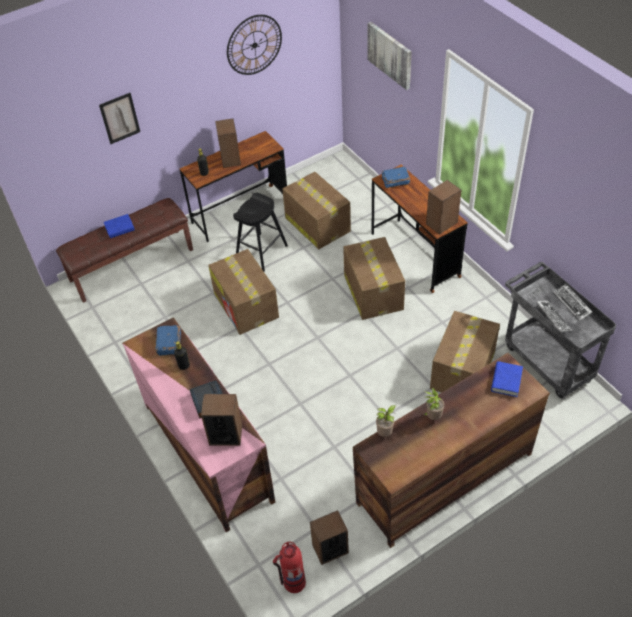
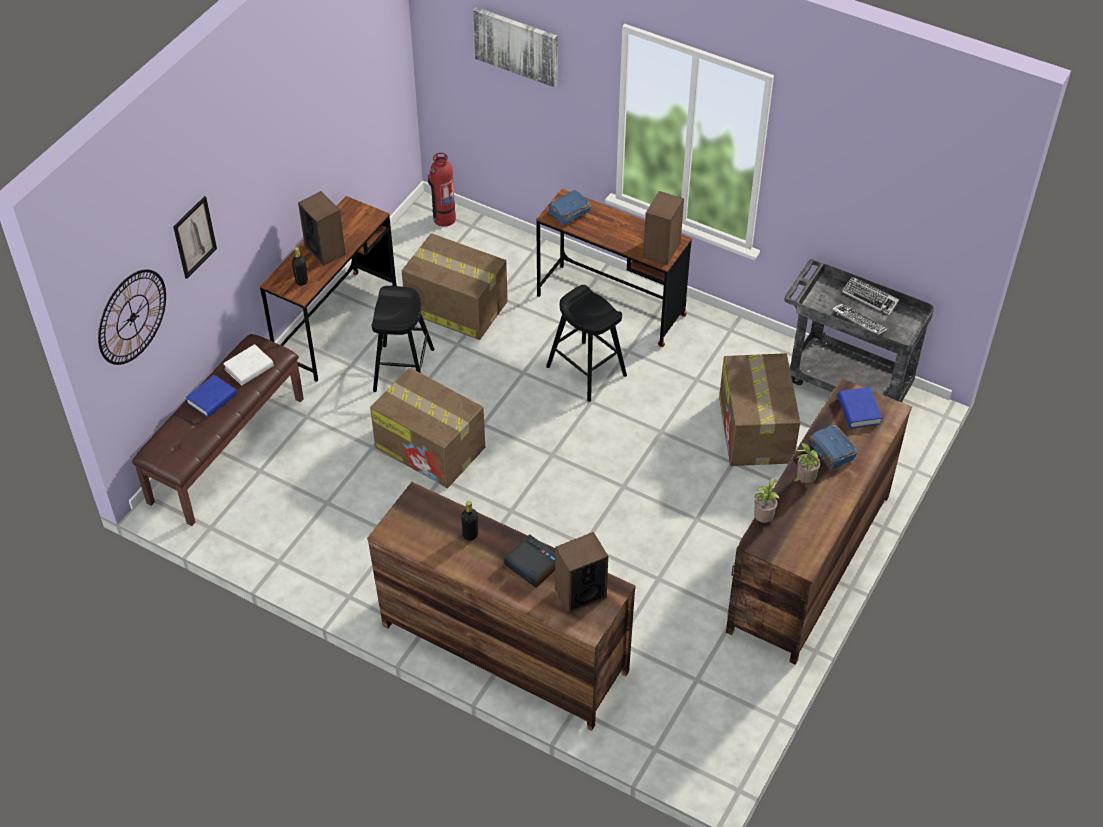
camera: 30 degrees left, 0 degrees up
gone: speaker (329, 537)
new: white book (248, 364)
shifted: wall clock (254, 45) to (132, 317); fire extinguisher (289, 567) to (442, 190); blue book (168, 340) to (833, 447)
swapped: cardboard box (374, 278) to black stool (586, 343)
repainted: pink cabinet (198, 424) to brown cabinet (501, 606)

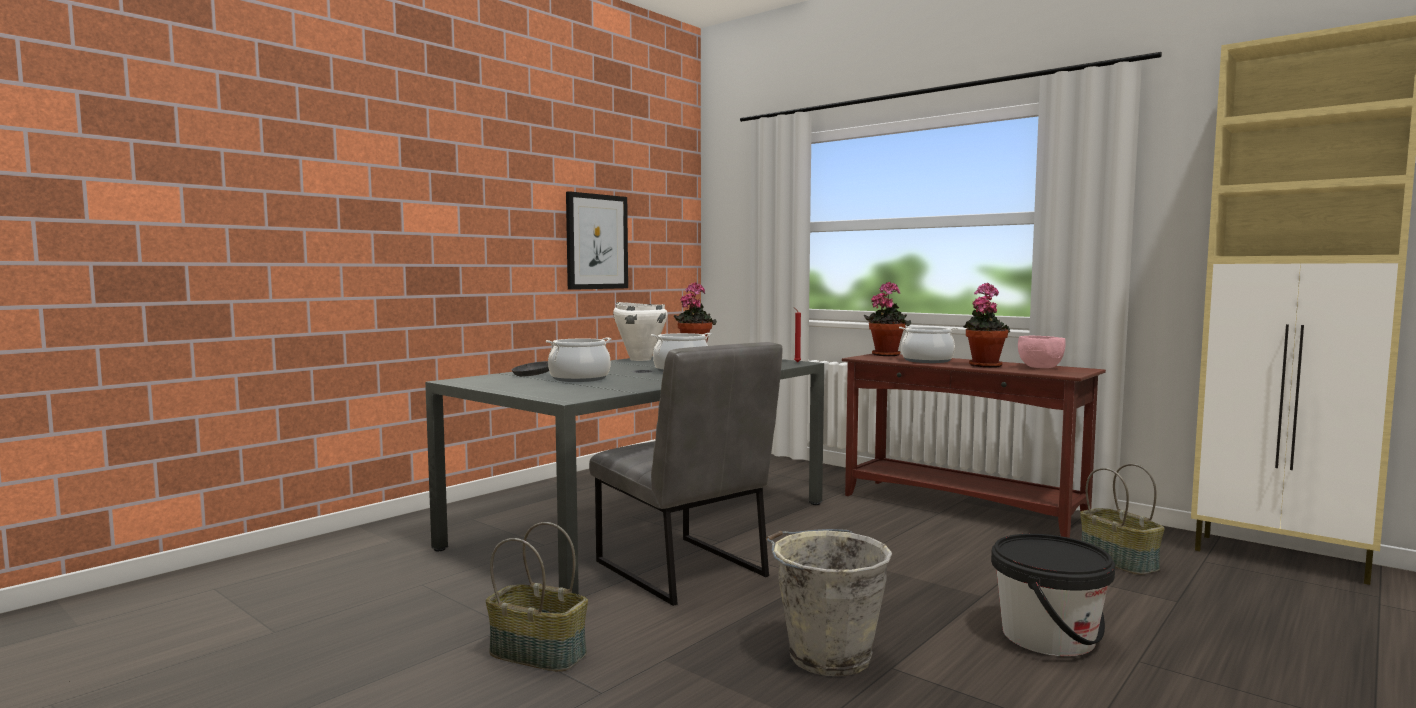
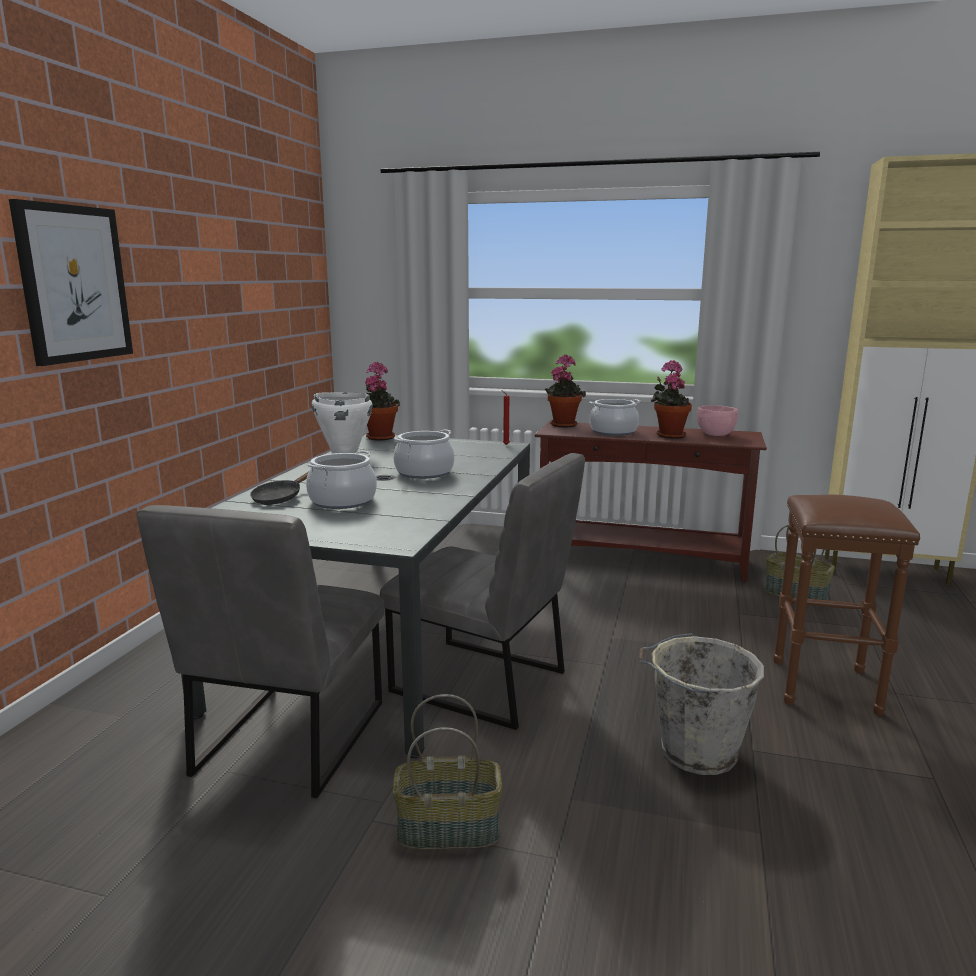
camera: 25 degrees left, 10 degrees up
new: grey chair (261, 651)
shifted: picture (597, 240) to (71, 282)
swapped: black bucket (1053, 595) to brown stool (847, 605)

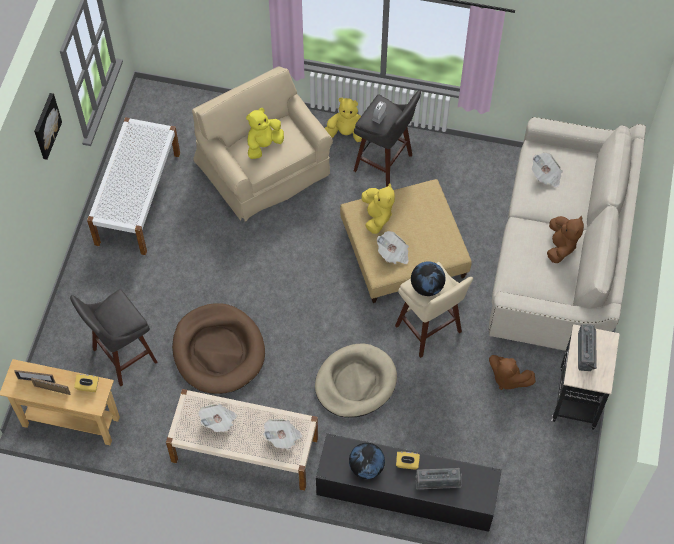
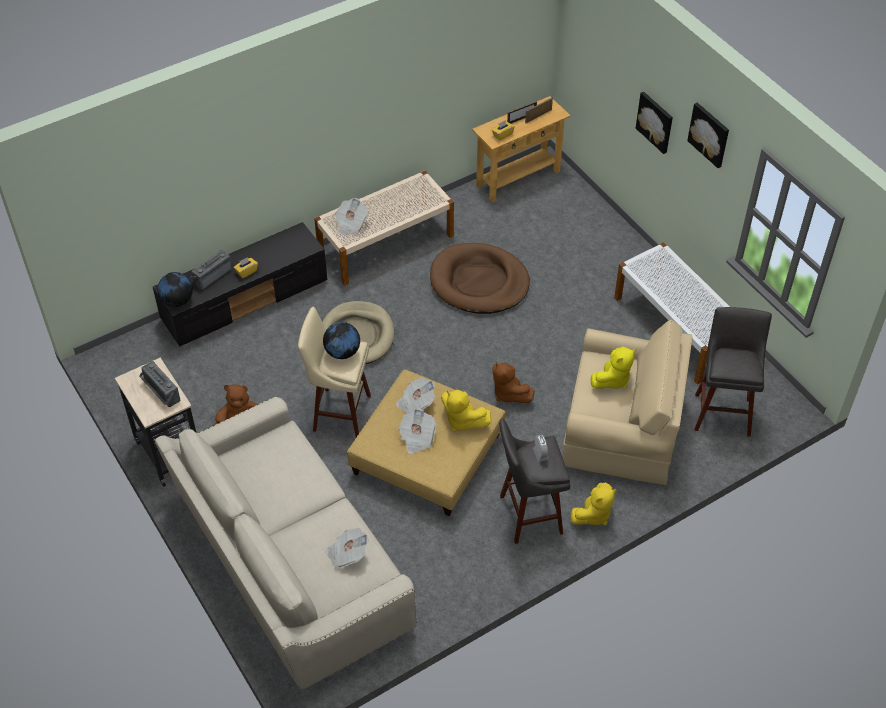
camera: 135 degrees right, 10 degrees down
new: picture (654, 123)
shifted: globe (367, 461) to (175, 289); newspaper (218, 418) to (417, 431); brown plush toy (565, 239) to (513, 382); grey stool (113, 337) to (733, 372)
rotated: yellow plush toy (265, 133) = (613, 368) 45 degrees clockwise

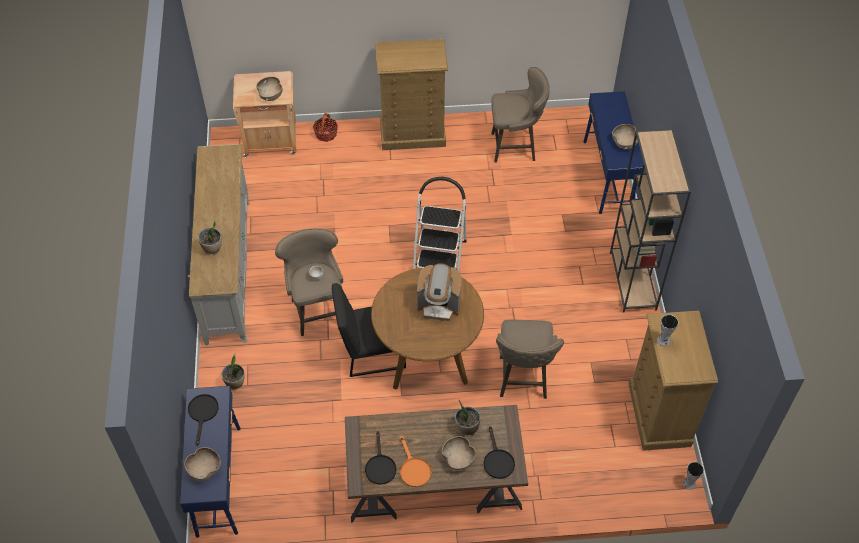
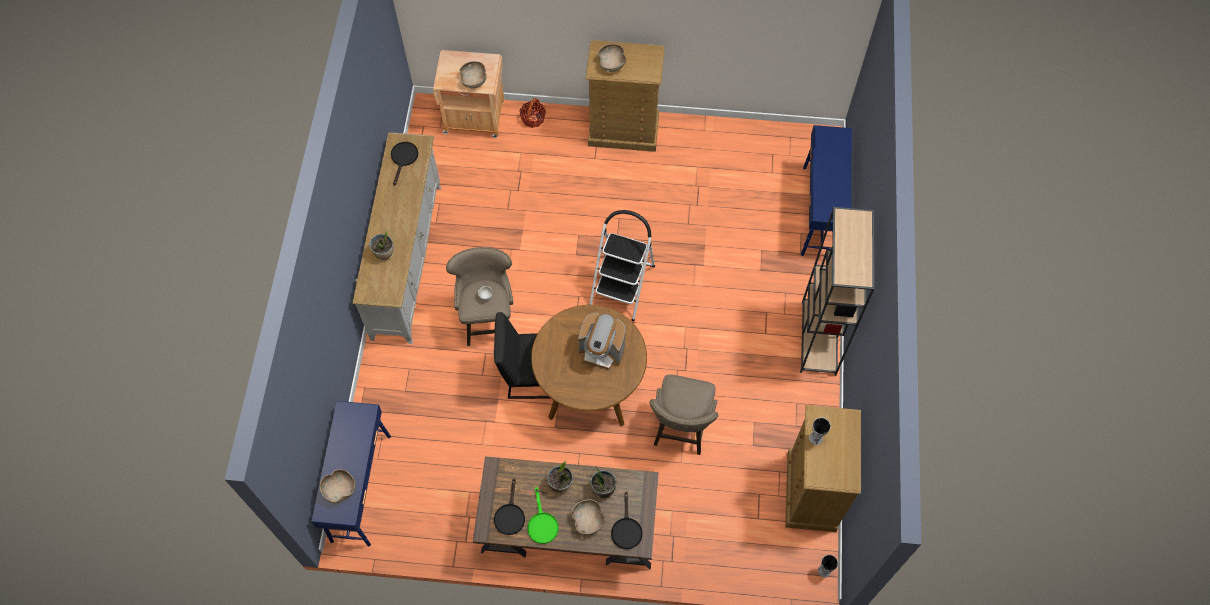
camera: 10 degrees right, 10 degrees up
gone: beige stool (520, 114)
shifted: black frying pan (203, 420) to (404, 164); potted plant (233, 372) to (560, 477); brown bowl (625, 136) to (612, 58)
repainted: orange frying pan (416, 461) to green frying pan (543, 515)

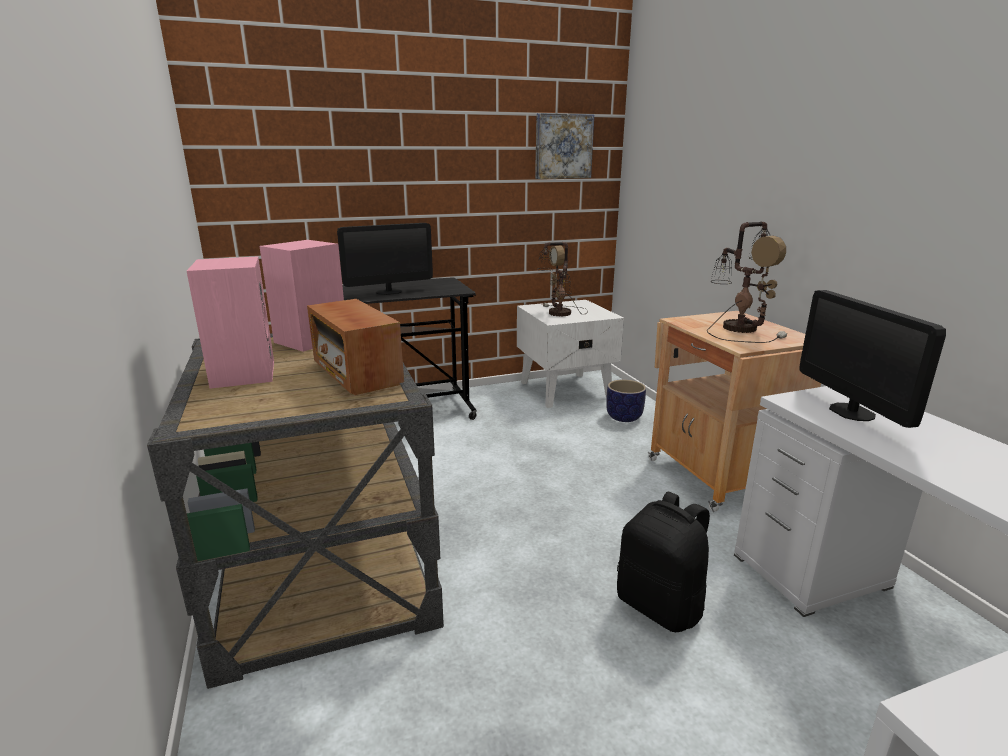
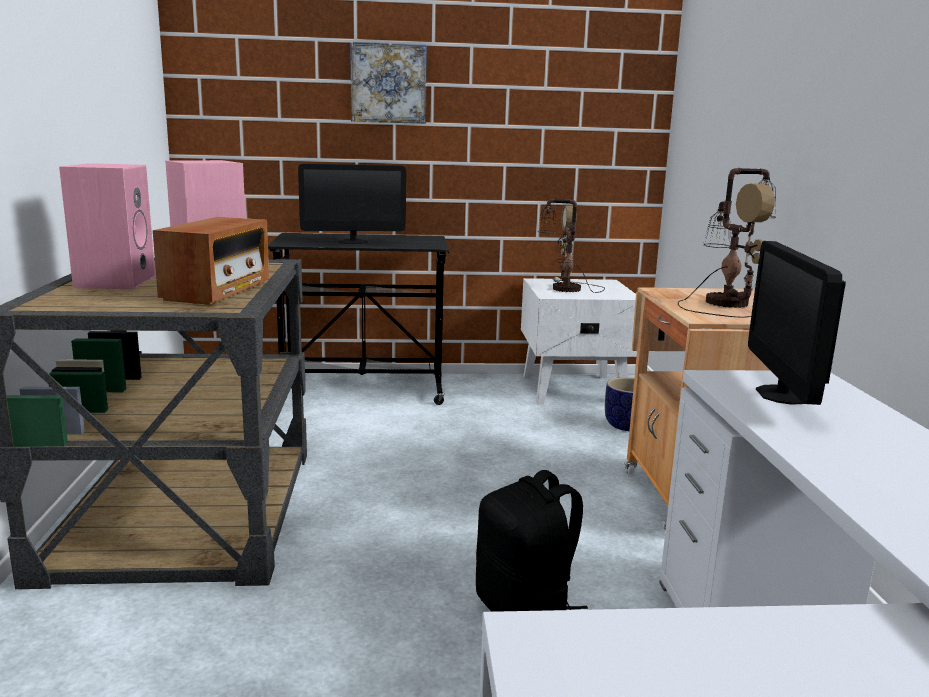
camera: 15 degrees right, 5 degrees down
shifted: picture (564, 146) to (388, 83)
rotated: radio (355, 347) = (211, 261) 150 degrees counterclockwise

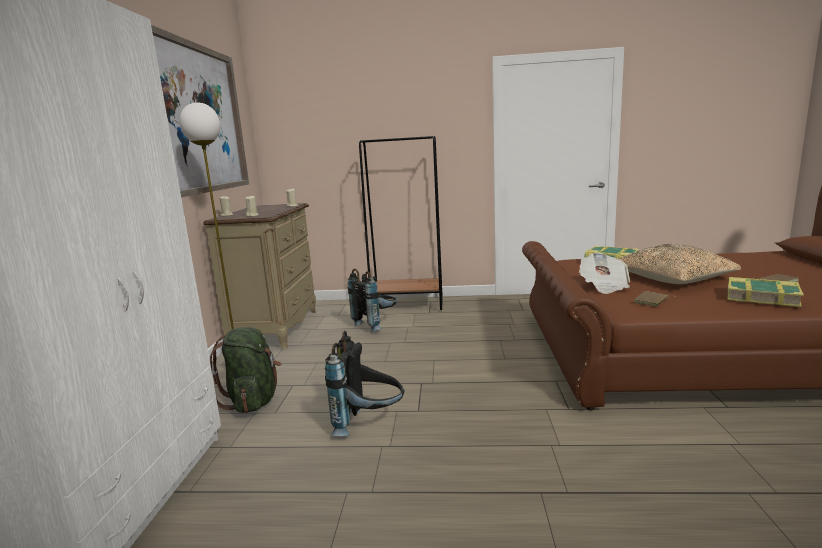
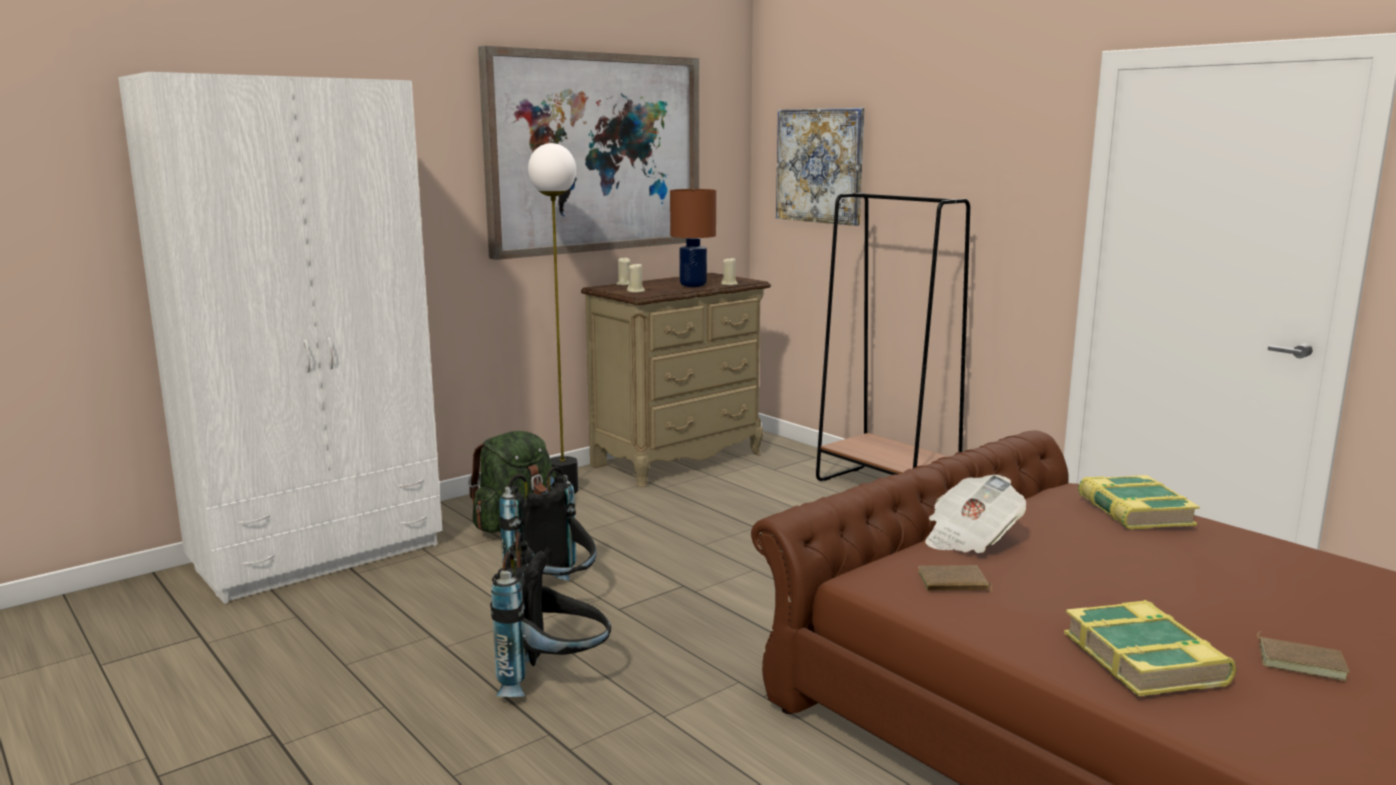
camera: 45 degrees right, 0 degrees up
gone: beige pillow (680, 264)
new: brown table lamp (693, 238); picture (820, 167)
shifted: black backpack (372, 300) to (550, 614)

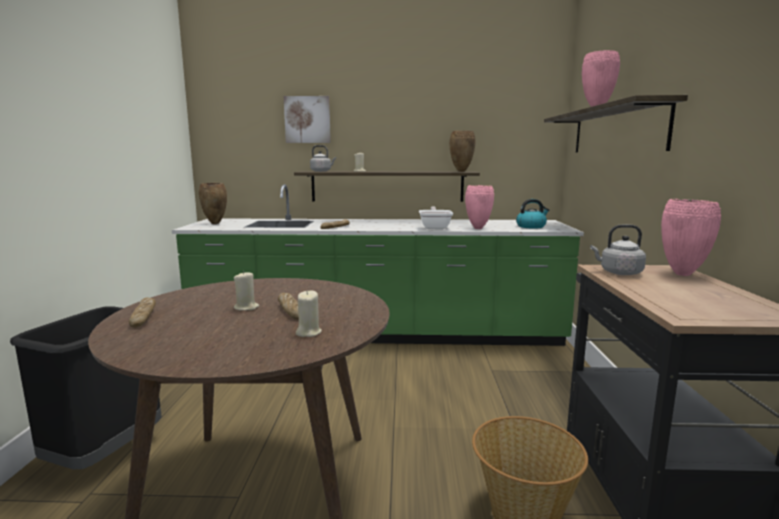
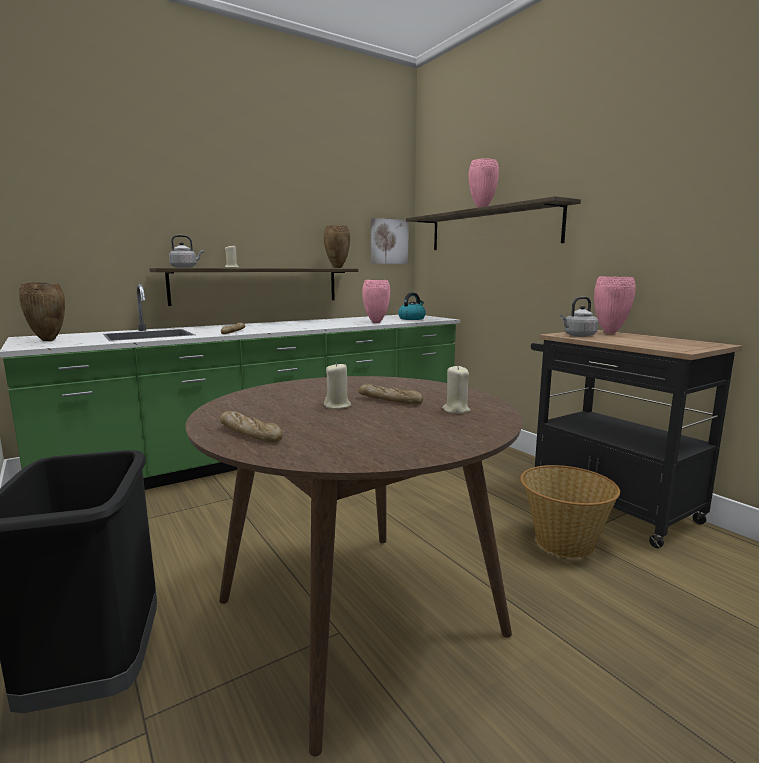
camera: 35 degrees left, 0 degrees up
gone: frying pan (436, 218)
shifted: picture (307, 119) to (390, 241)

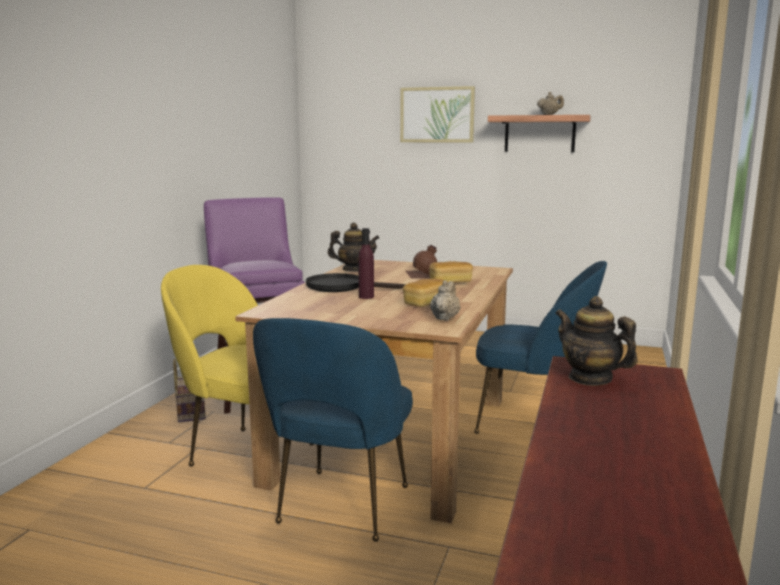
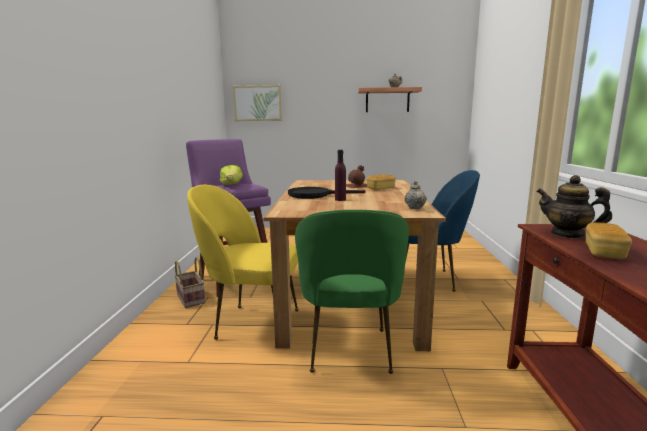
camera: 15 degrees left, 0 degrees up
gone: teapot (354, 247)
new: lettuce (231, 175)
shifted: picture (437, 114) to (257, 103); bread (423, 293) to (609, 240)
repainted: blue chair (333, 430) to green chair (352, 292)

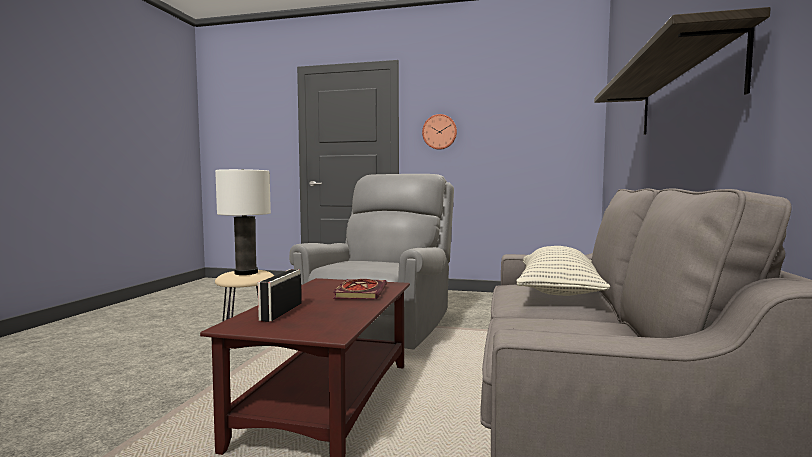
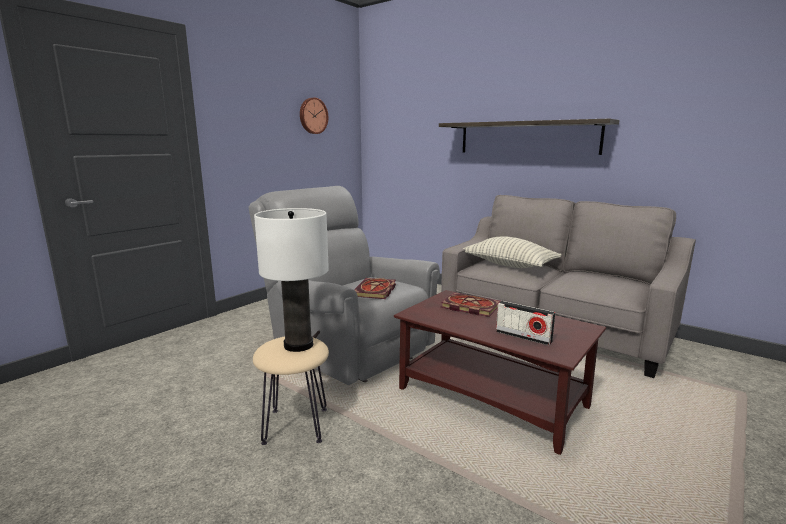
camera: 65 degrees left, 10 degrees up
new: book (375, 288)
shifted: wall clock (439, 132) to (314, 116)

